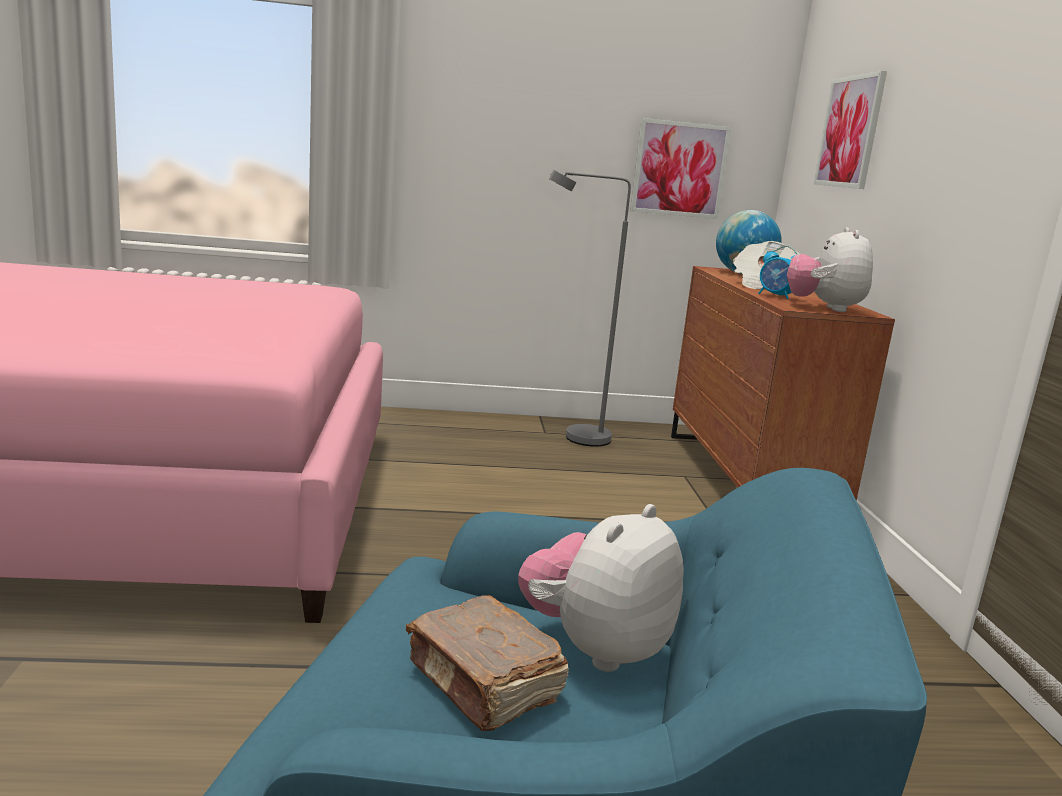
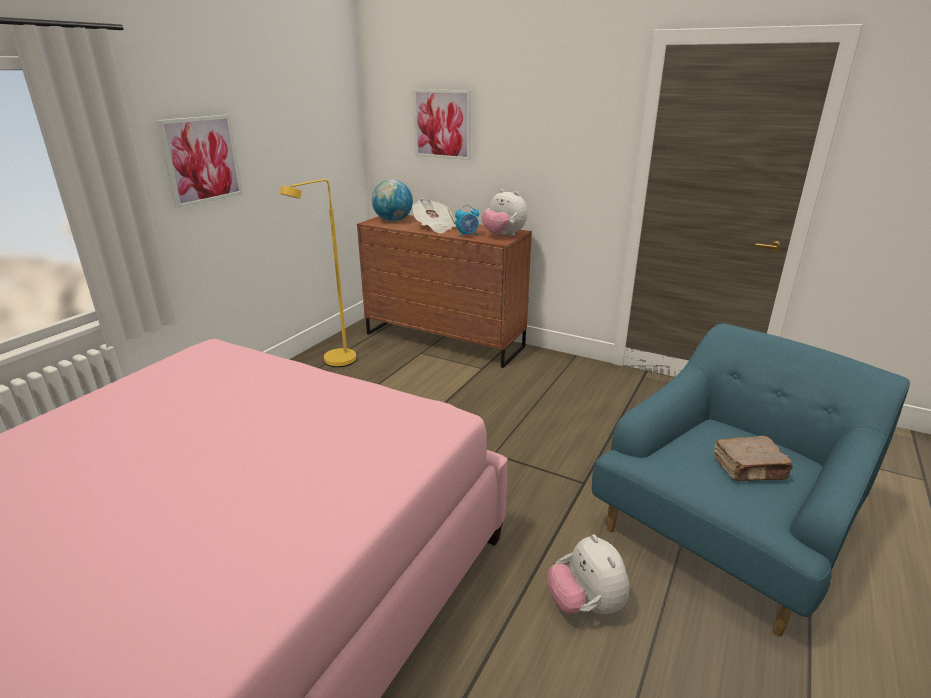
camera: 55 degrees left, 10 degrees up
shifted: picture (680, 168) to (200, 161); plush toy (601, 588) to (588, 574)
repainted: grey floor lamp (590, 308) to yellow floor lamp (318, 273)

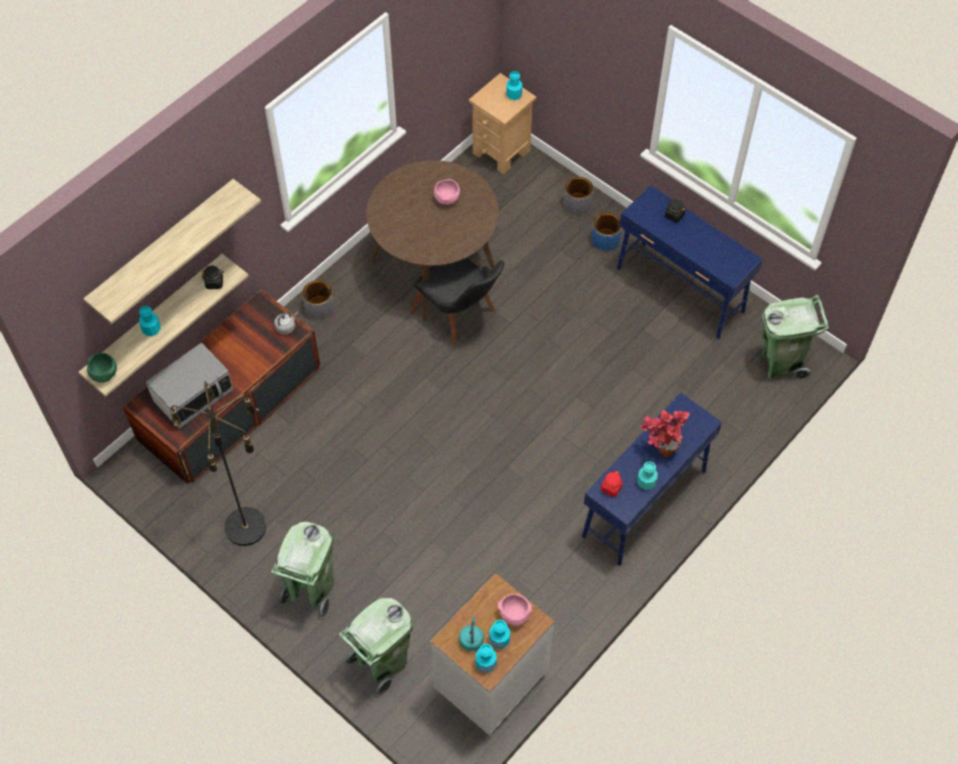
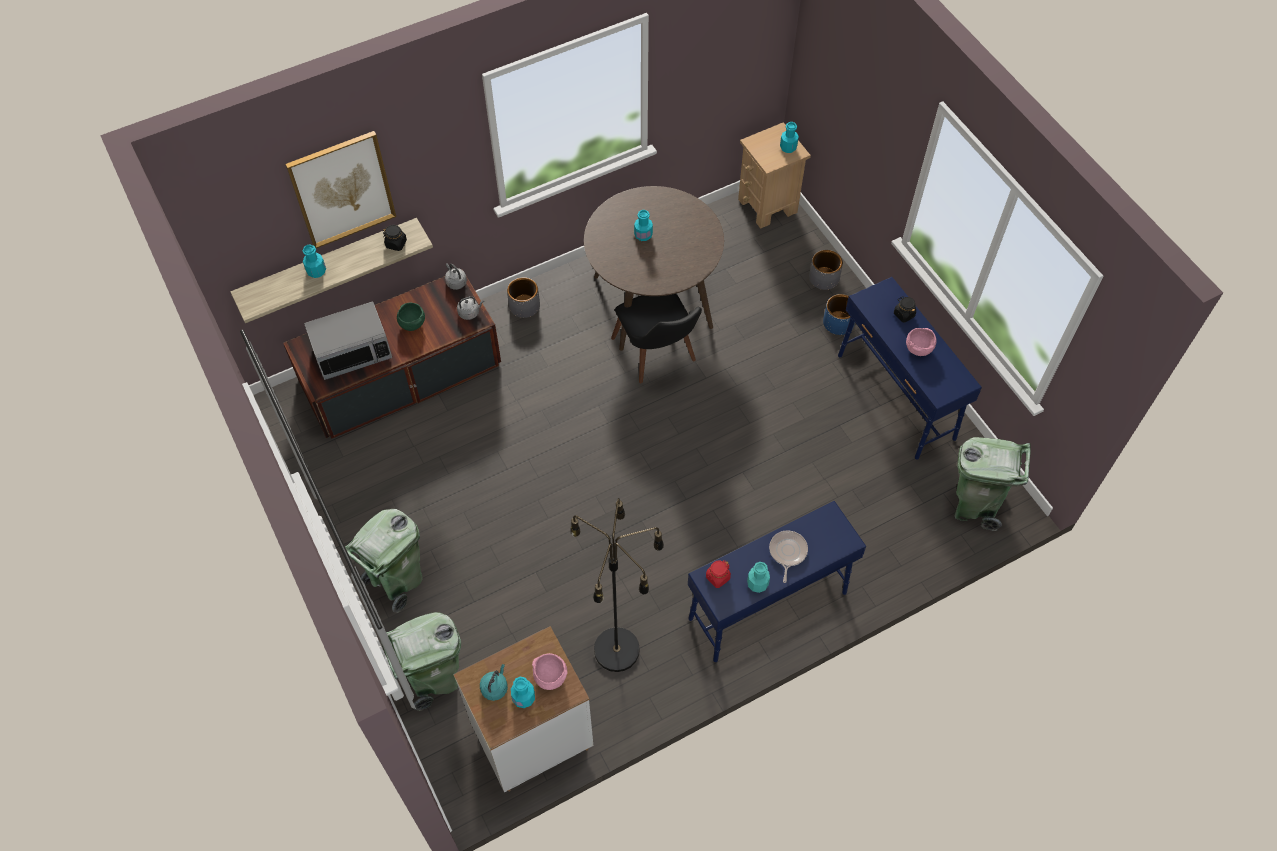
camera: 20 degrees right, 0 degrees up
new: grey kettle (456, 276)
shifted: green bowl (102, 368) to (411, 317); floor lamp (218, 463) to (617, 585); turquoise bottle (486, 658) to (643, 225); pink bowl (447, 192) to (921, 342)
swapped: shelf (172, 251) to picture (340, 189); potted plant (665, 433) to frying pan (788, 557)

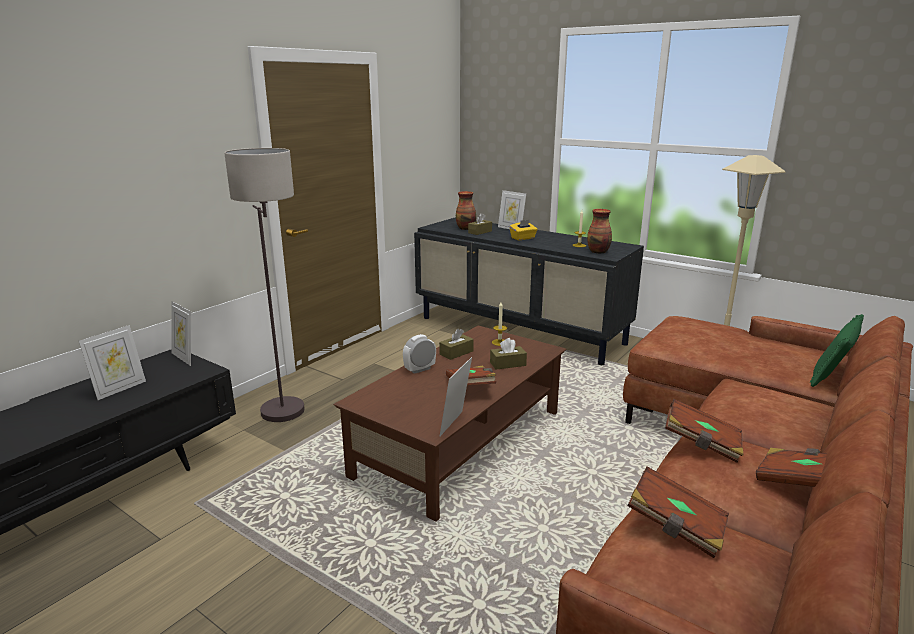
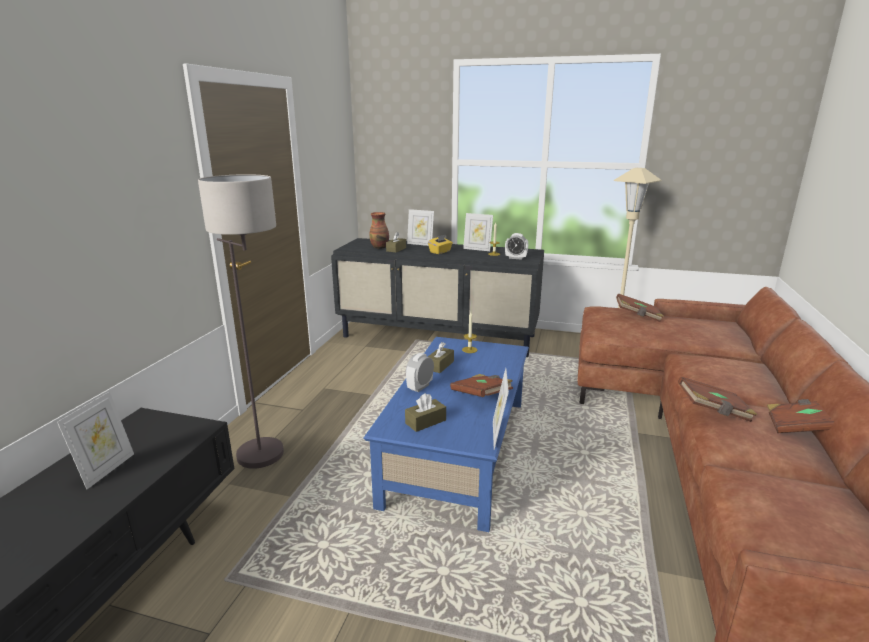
camera: 20 degrees left, 0 degrees up
gone: green pillow (837, 350)
shifted: brown tissue box (508, 354) to (425, 412); picture frame (181, 333) to (478, 232); brown book (678, 512) to (640, 307)
swapped: vase (599, 231) to alarm clock (516, 246)
repainted: brown coffee table (449, 423) to blue coffee table (446, 434)

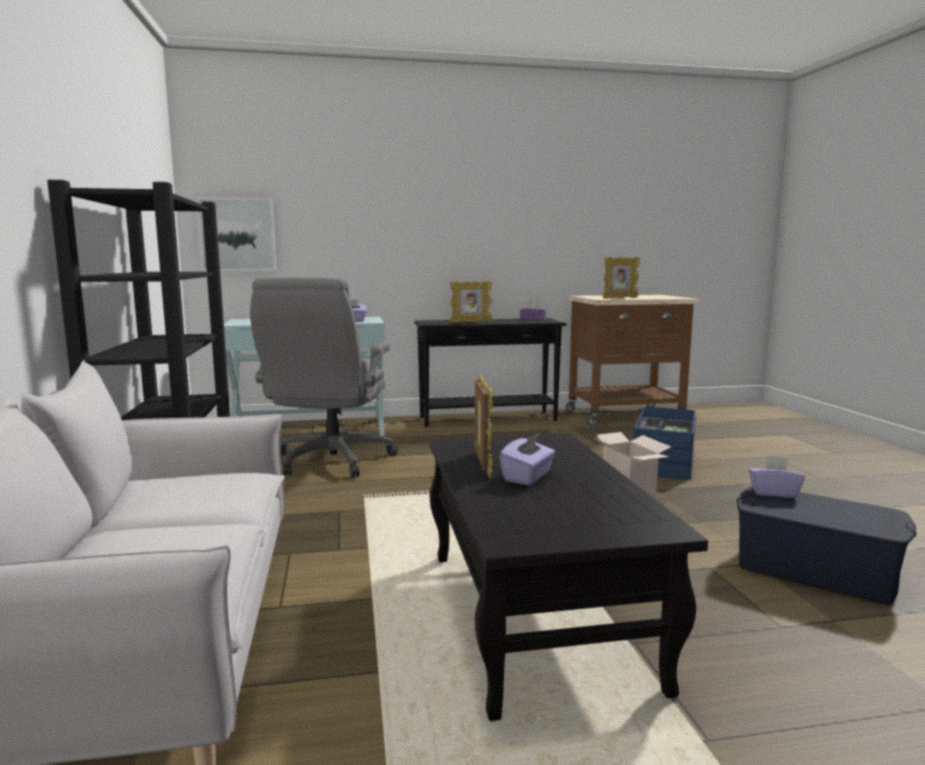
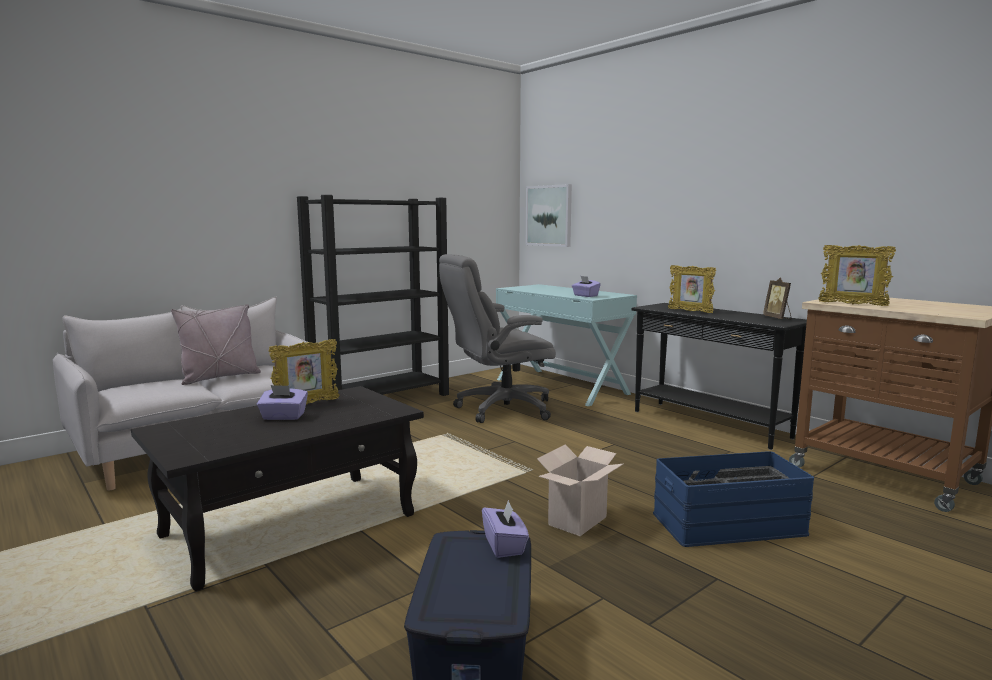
camera: 60 degrees right, 0 degrees up
new: purple pillow (216, 344)
swapped: purple tissue box (533, 309) to picture frame (777, 298)

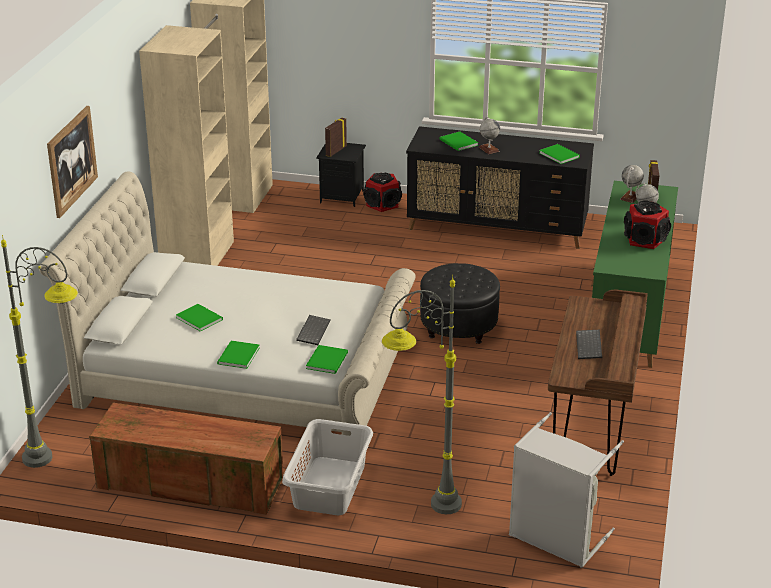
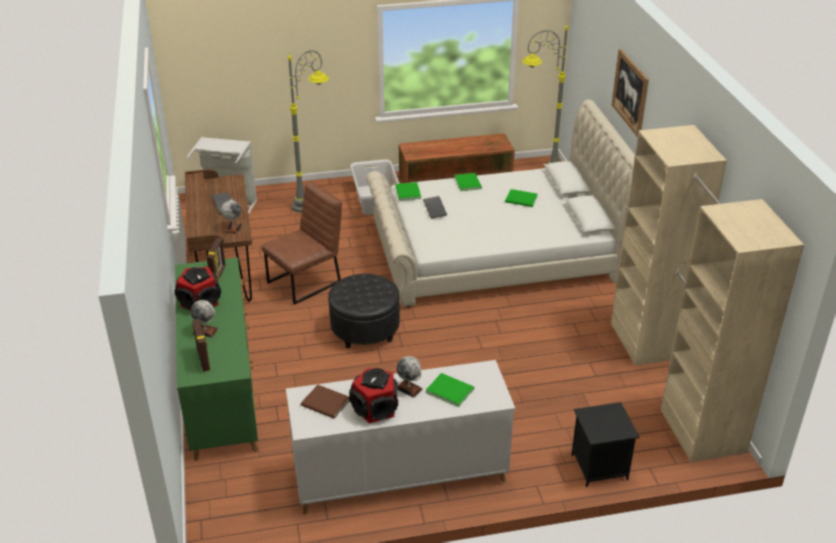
camera: 155 degrees right, 5 degrees up
new: brown chair (301, 243)
shifted: picture frame (336, 137) to (216, 260); globe (632, 184) to (231, 216); speaker (382, 192) to (373, 395)
repainted: black dresser (500, 187) to white dresser (400, 437); green book (559, 154) to brown book (325, 402)

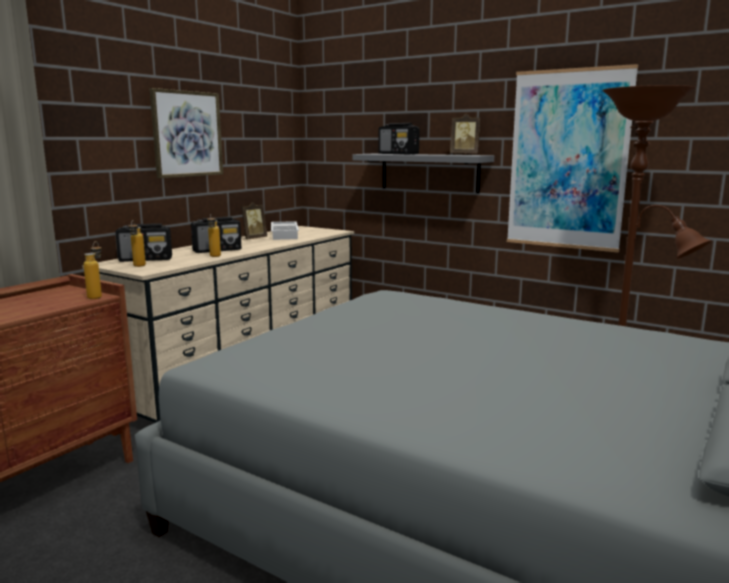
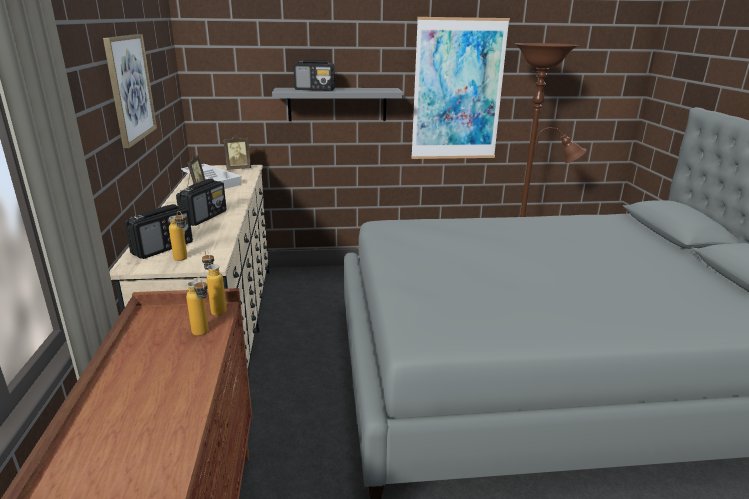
camera: 40 degrees left, 10 degrees up
shifted: bottle (214, 235) to (197, 306); picture frame (465, 134) to (237, 152)

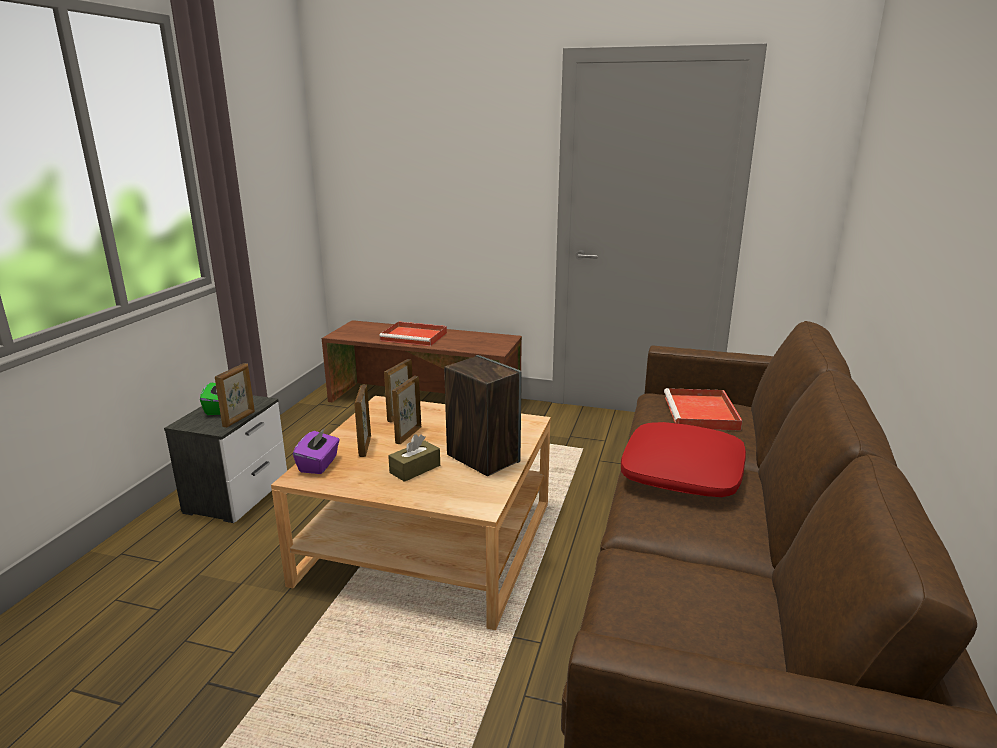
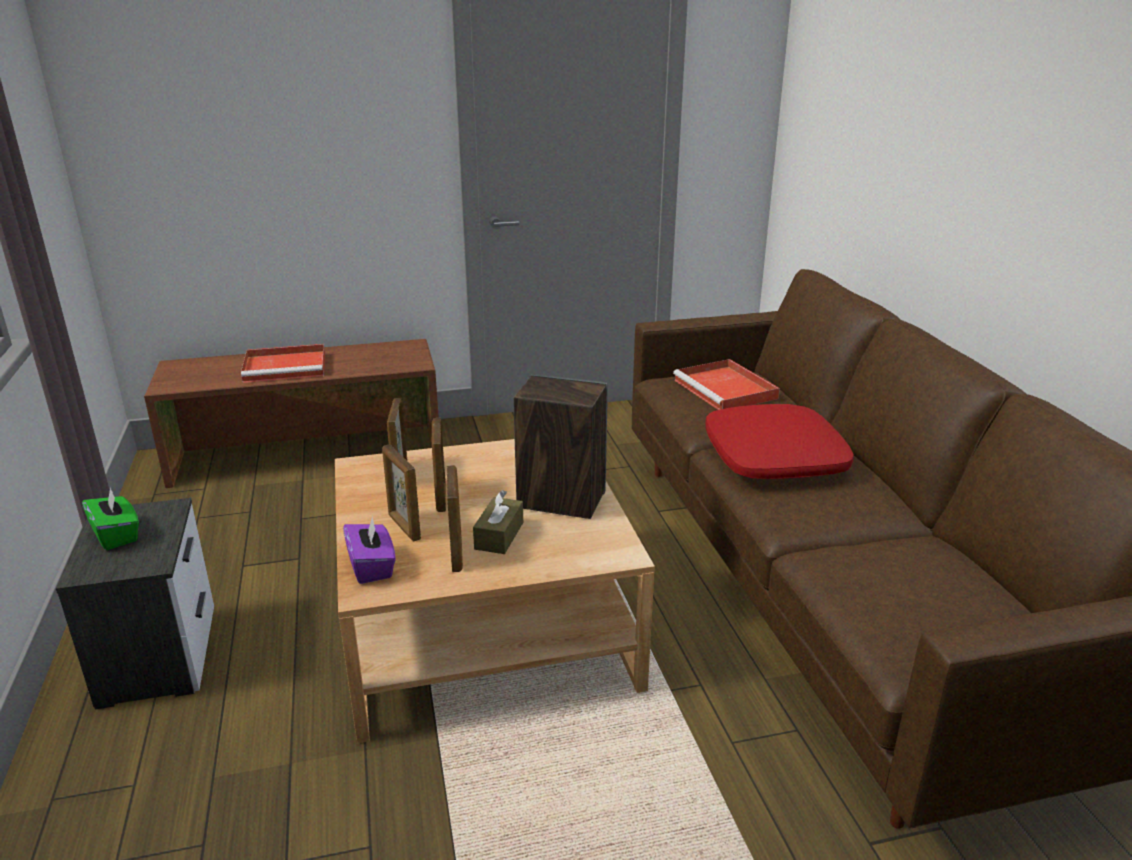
camera: 30 degrees left, 5 degrees up
shifted: picture frame (235, 395) to (455, 518)

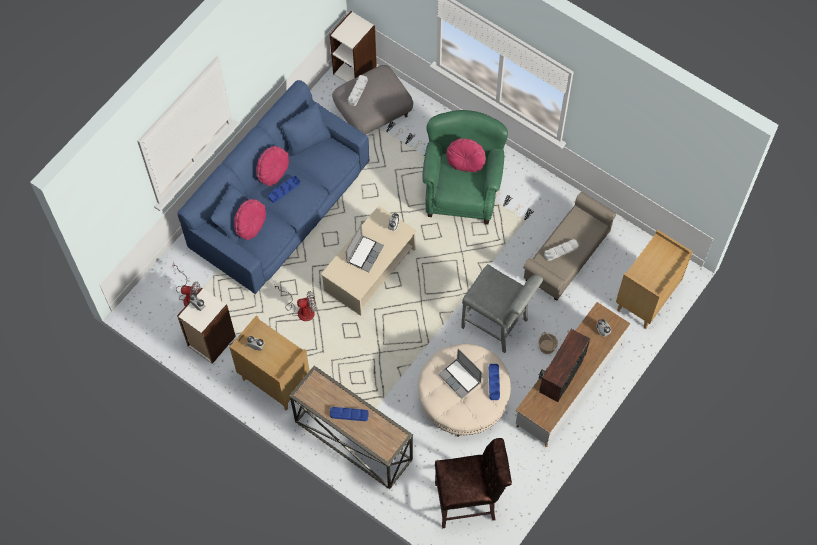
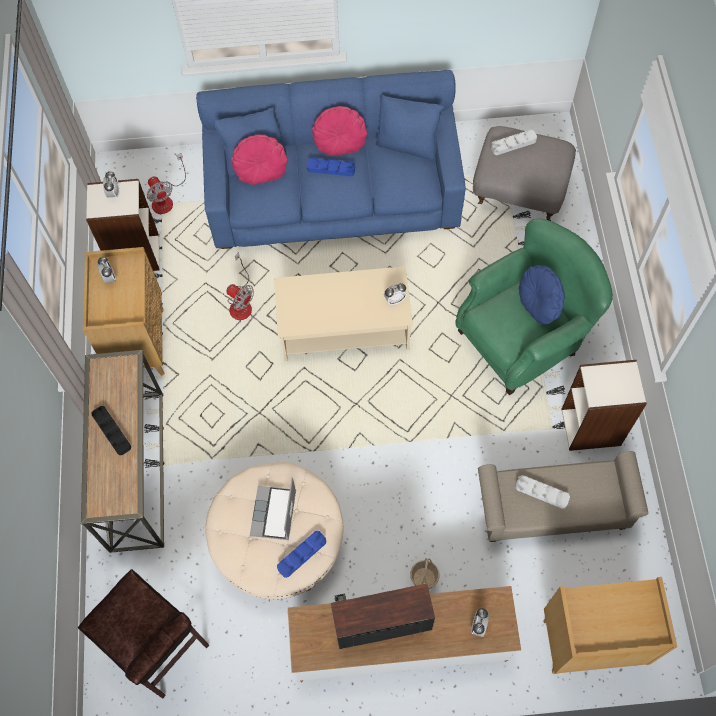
camera: 50 degrees right, 0 degrees up
gone: laptop (365, 248); grey stool (502, 308)
shifted: bookcase (353, 46) to (604, 405)
repainted: blue tray (349, 414) to black tray (111, 430); pink pillow (466, 155) to blue pillow (542, 295)

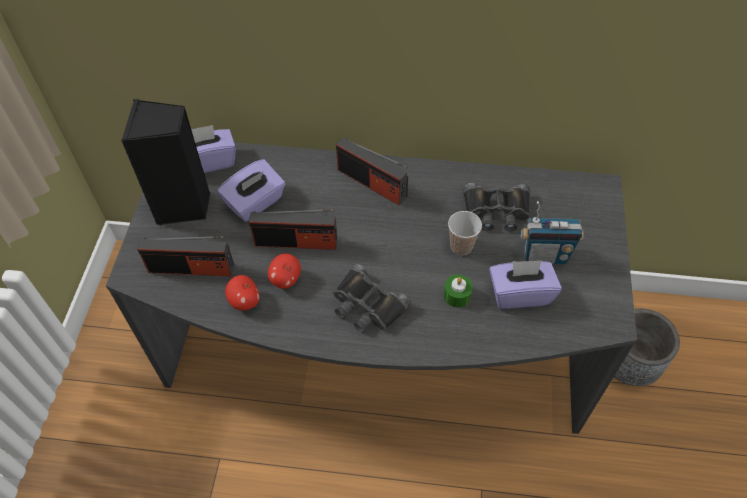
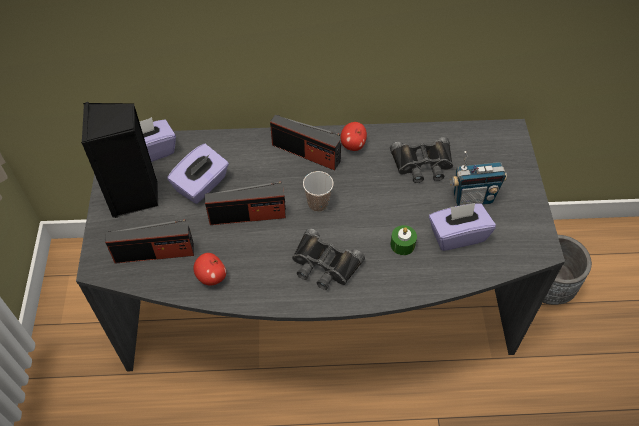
camera: 10 degrees left, 0 degrees up
shifted: cup (465, 233) to (318, 191); apple (284, 271) to (353, 136)

